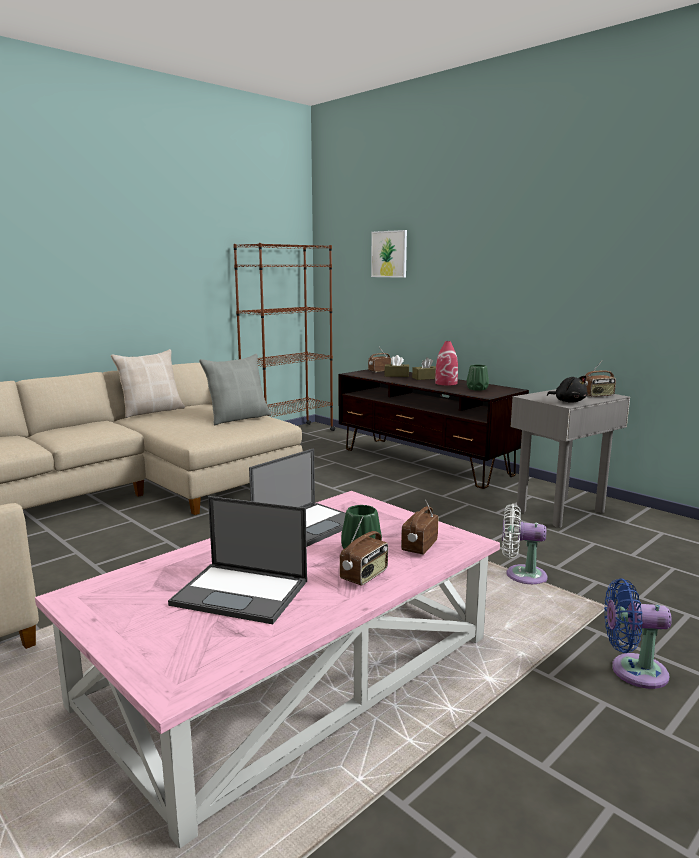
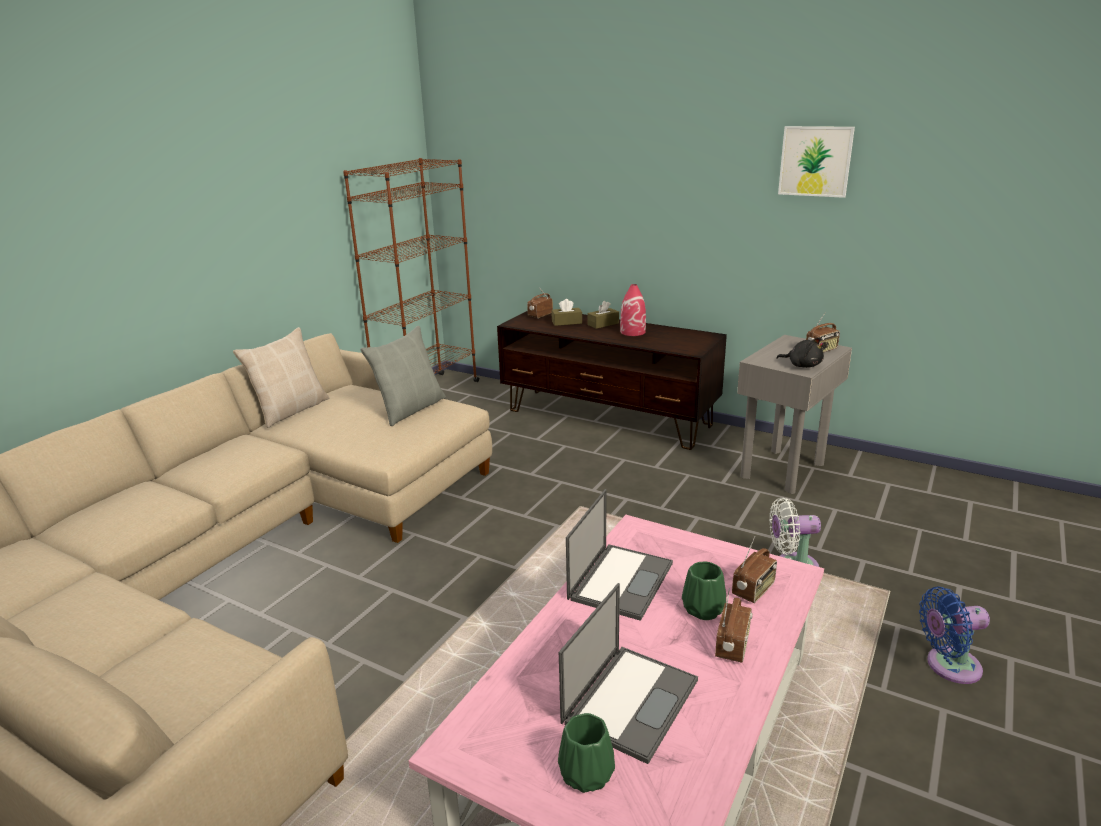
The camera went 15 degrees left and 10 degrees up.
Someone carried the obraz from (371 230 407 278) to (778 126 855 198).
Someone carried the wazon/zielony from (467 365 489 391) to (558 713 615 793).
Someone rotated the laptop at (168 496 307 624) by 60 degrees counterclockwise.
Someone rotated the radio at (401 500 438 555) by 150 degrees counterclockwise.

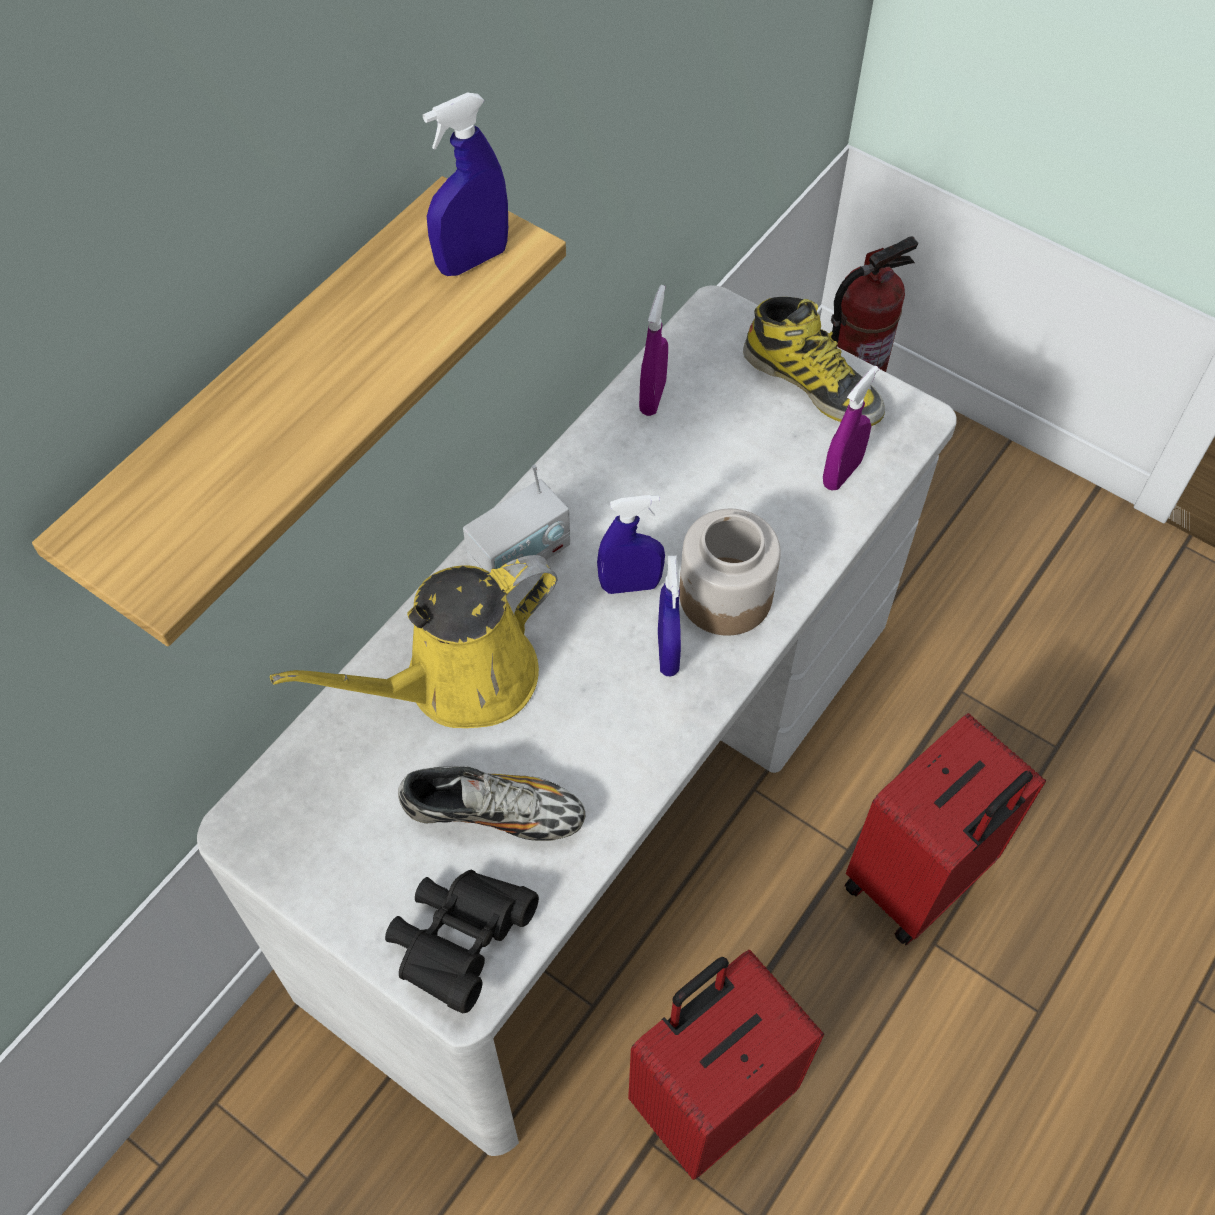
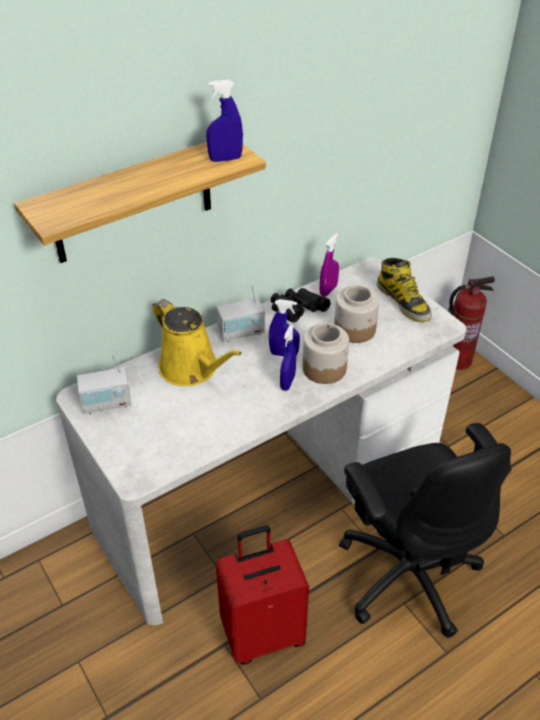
The camera went 20 degrees right and 15 degrees down.
Someone took away the spryskiwacz/fioletowy at (823 366 879 490).
Someone rotated the konewka/żółty at (270 555 557 728) by 120 degrees counterclockwise.
Someone swapped the walizka/czerwony at (844 713 1046 945) for the krzesło biurowe/czarny at (339 423 512 638).
Someone took away the but at (398 766 585 841).
Someone carried the lornetka/czarny from (385 870 539 1013) to (271 288 331 323).
Someone put down the słoik at (334 285 379 343).
Someone put down the radio at (77 354 131 414).

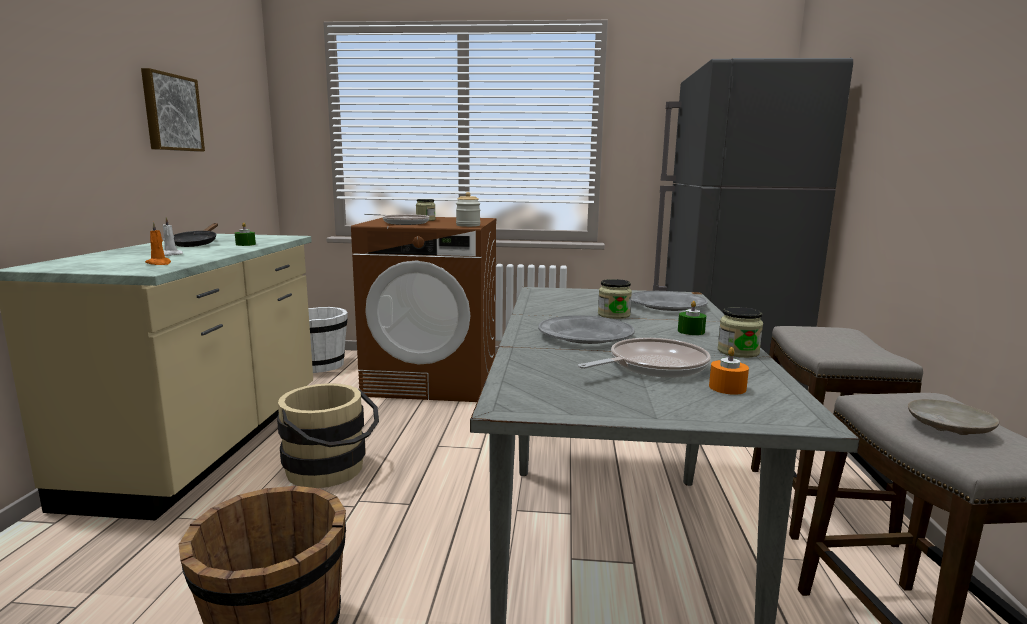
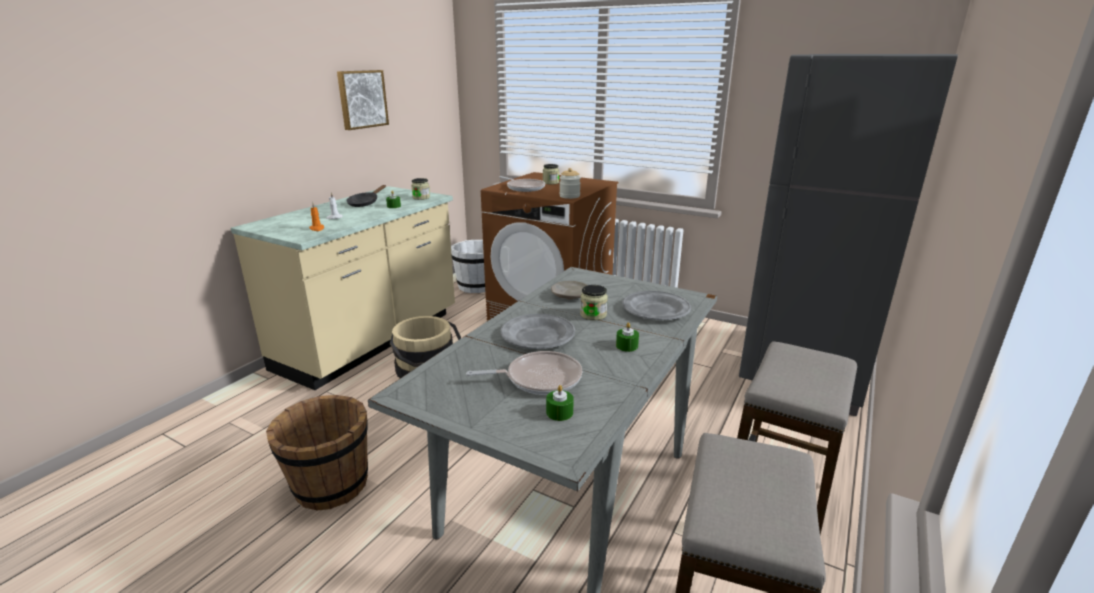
The camera went 25 degrees right and 10 degrees up.
Someone carried the słoik from (717 307 763 358) to (411 178 430 200).
Someone repainted the świeca/pomarańczowy at (709 347 749 395), which became the świeca/zielony at (546 385 574 421).
Someone carried the talerz/beżowy from (908 399 999 435) to (551 281 587 300).

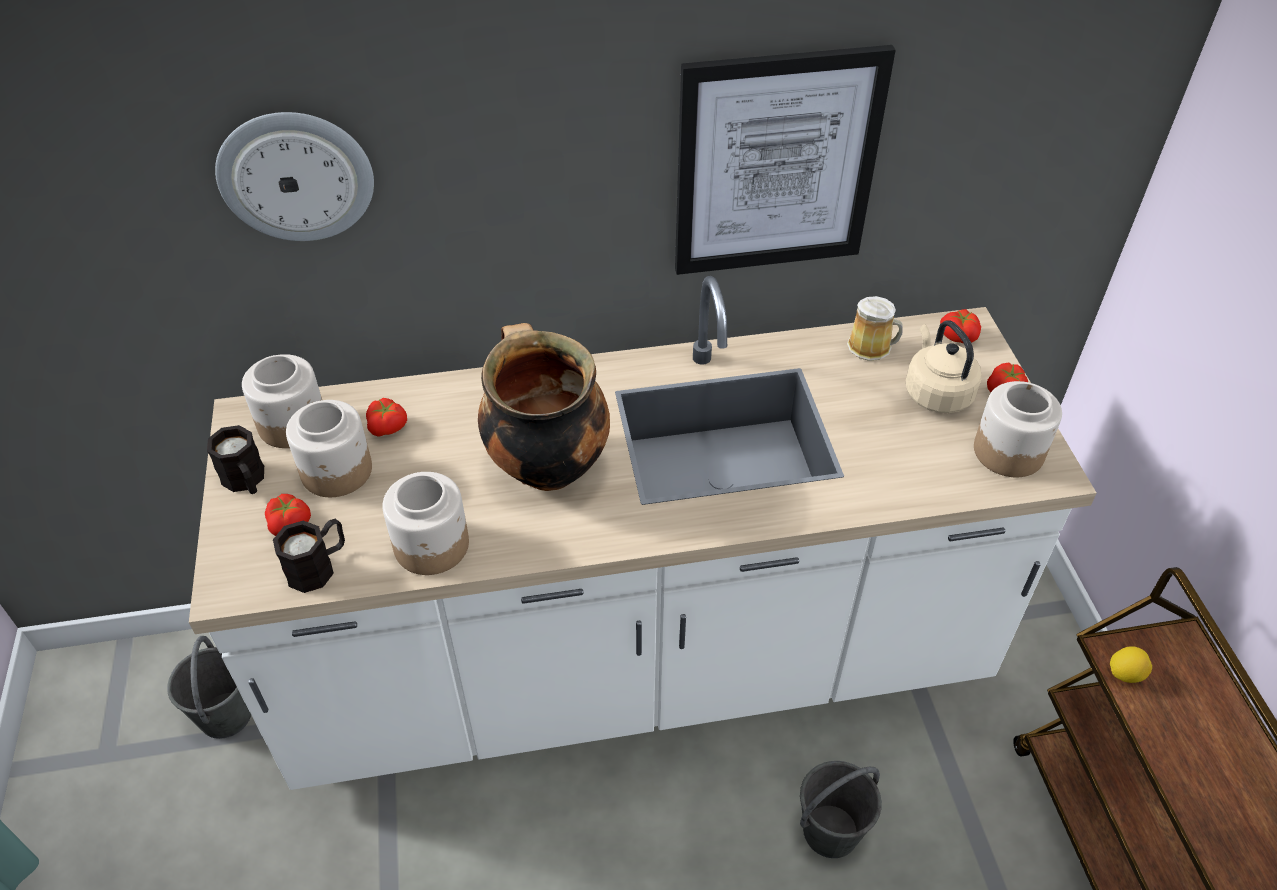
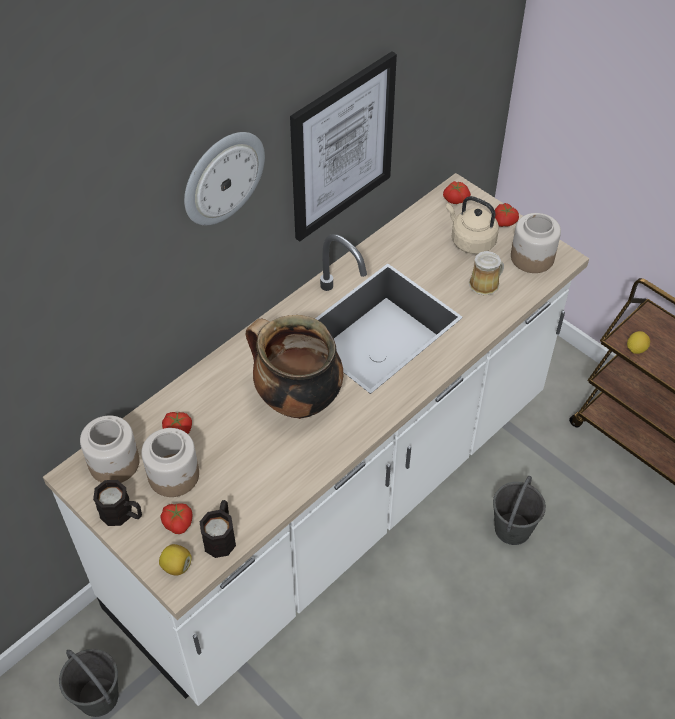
The camera went 35 degrees left and 5 degrees up.
Someone carried the zegar ścienny from (215 112 374 241) to (184 132 265 225).
Someone carried the kubek from (847 296 903 361) to (469 251 504 296).
Someone took away the słoik at (382 472 469 575).
Someone put down the cytryna at (159 544 192 576).

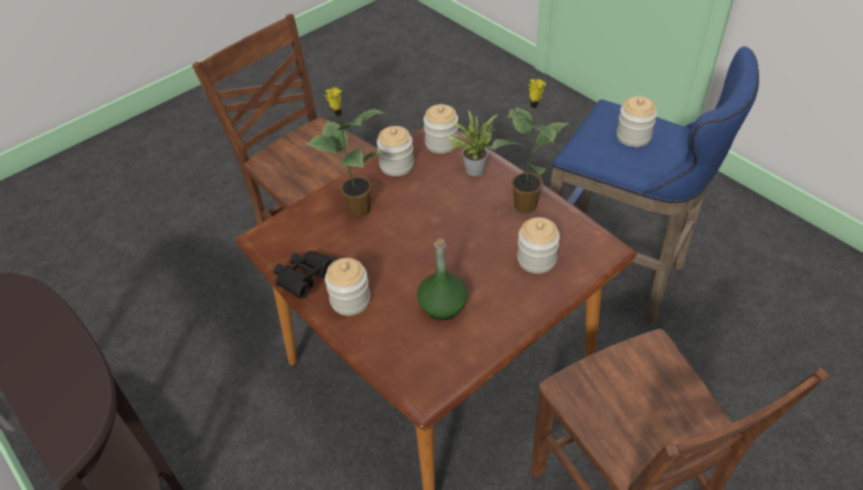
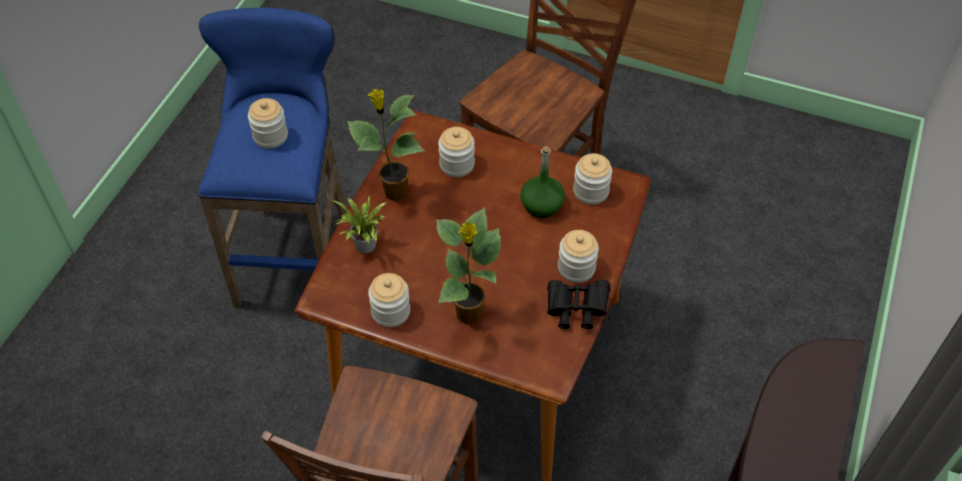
The camera went 120 degrees left and 5 degrees up.
Someone carried the słoik from (423 104 459 154) to (573 153 612 205).

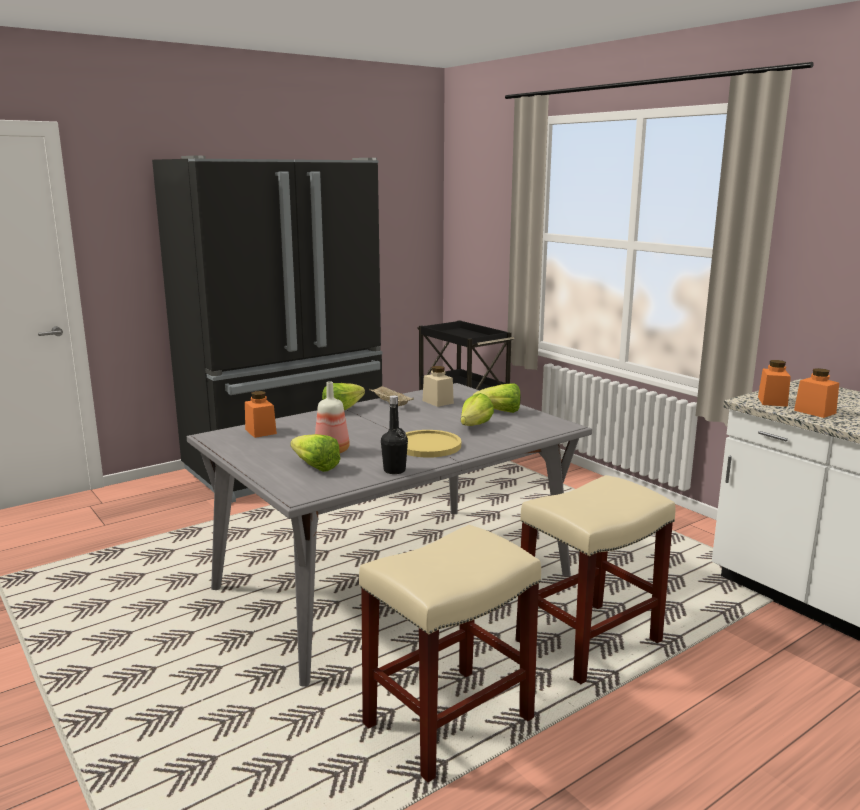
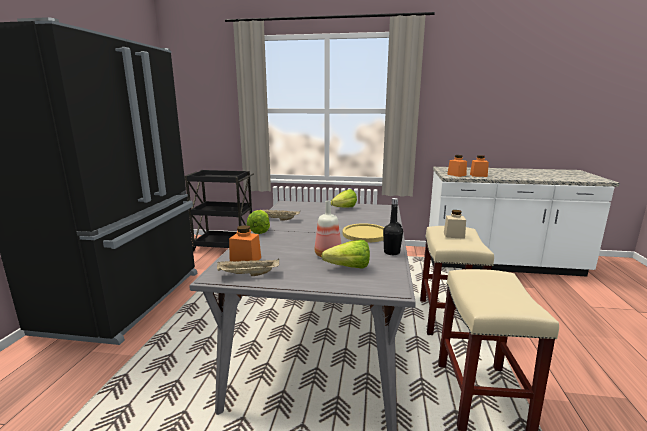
The camera went 45 degrees left and 0 degrees up.
Someone carried the słoik/beżowy from (423 366 454 407) to (444 210 466 239).
Someone took away the sałata at (461 393 494 426).
Someone put down the taca/beżowy at (217 259 279 276).

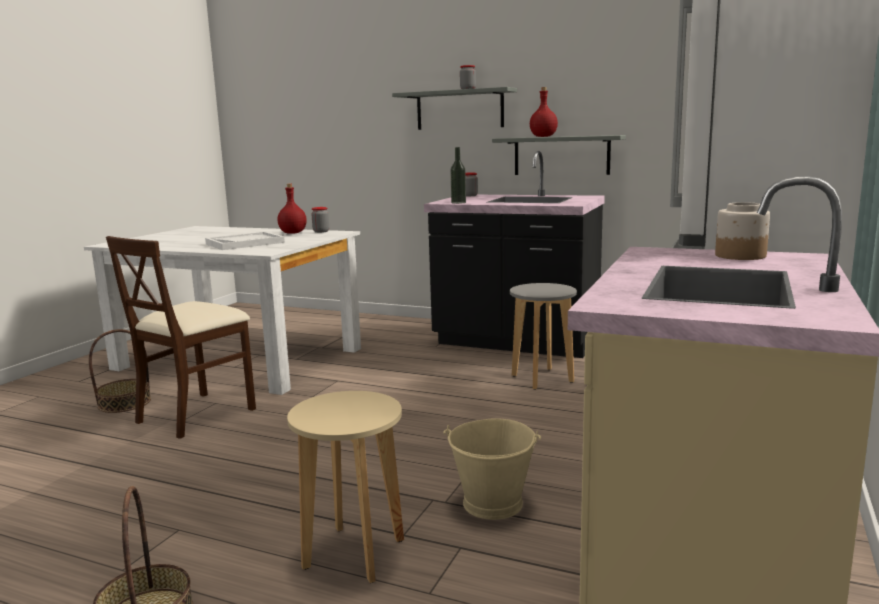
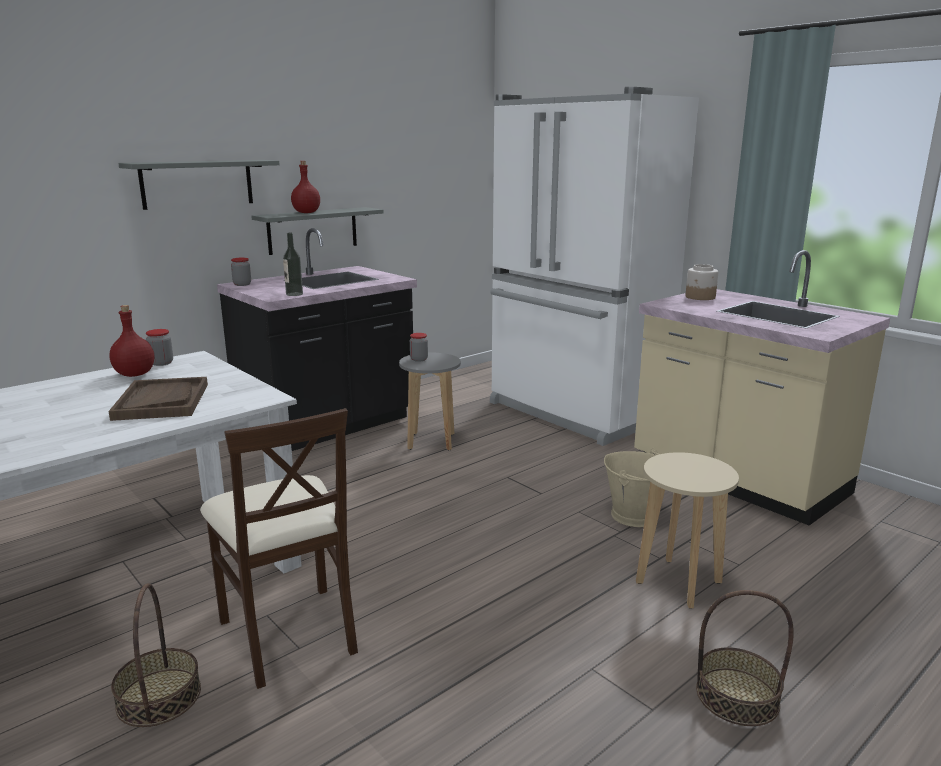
The camera went 65 degrees left and 5 degrees up.
Someone carried the słoik from (460 65 476 89) to (410 333 428 362).
Someone repainted the taca/biały at (205 232 285 250), which became the taca/brązowy at (108 377 208 421).

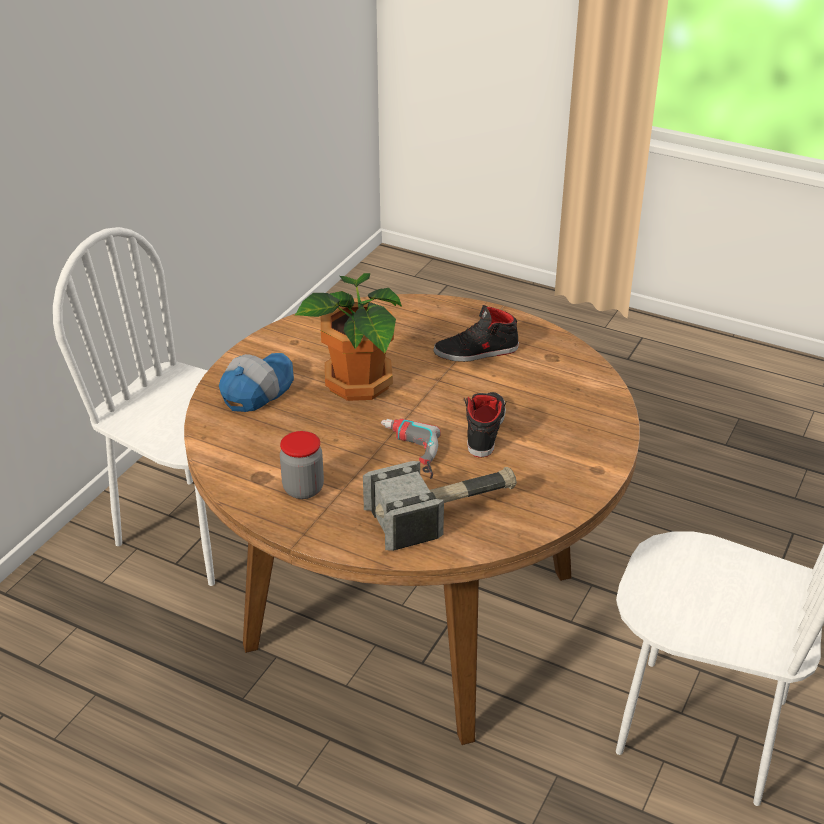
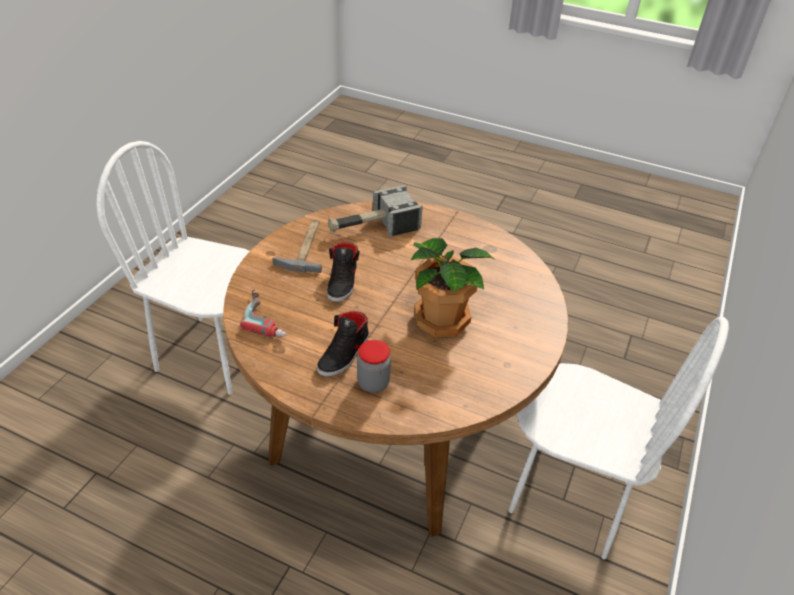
The camera went 175 degrees right and 5 degrees up.
Someone rotated the but/czarny at (433 305 519 362) by 135 degrees clockwise.
Someone took away the czapka z daszkiem at (219 353 294 412).
Someone carried the wiertarka from (381 418 441 479) to (240 289 287 337).
Someone carried the słoik from (280 431 324 499) to (357 340 391 393).
Someone put down the młotek at (273 220 322 273).

